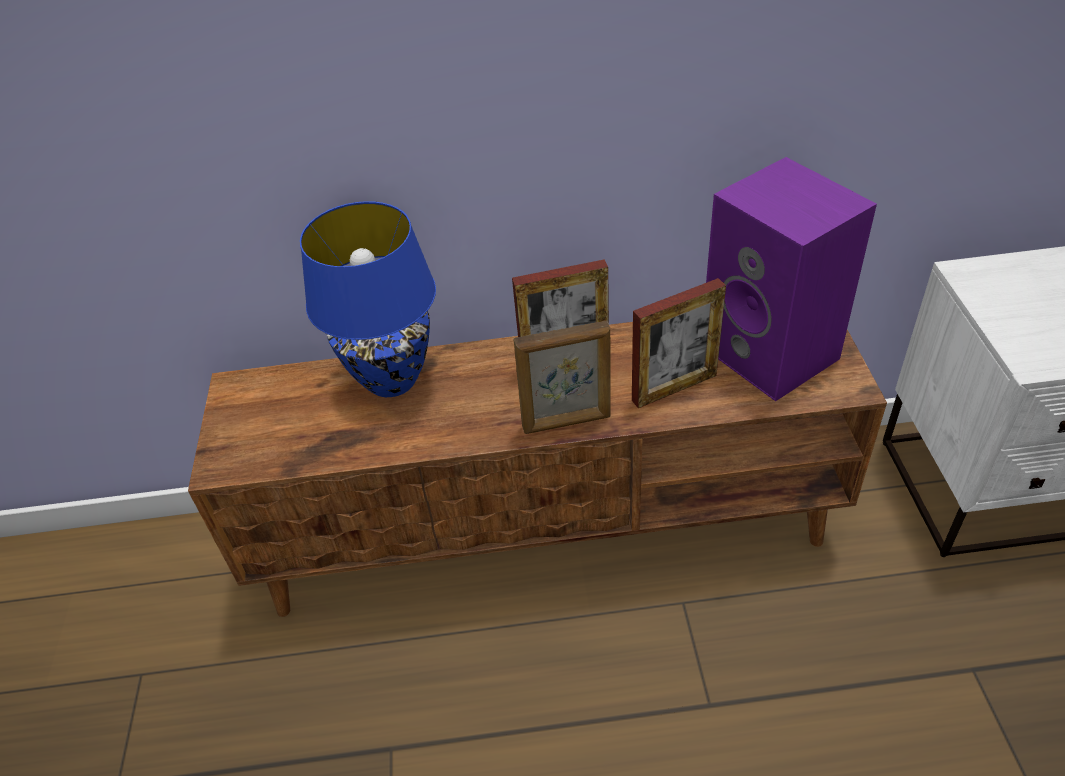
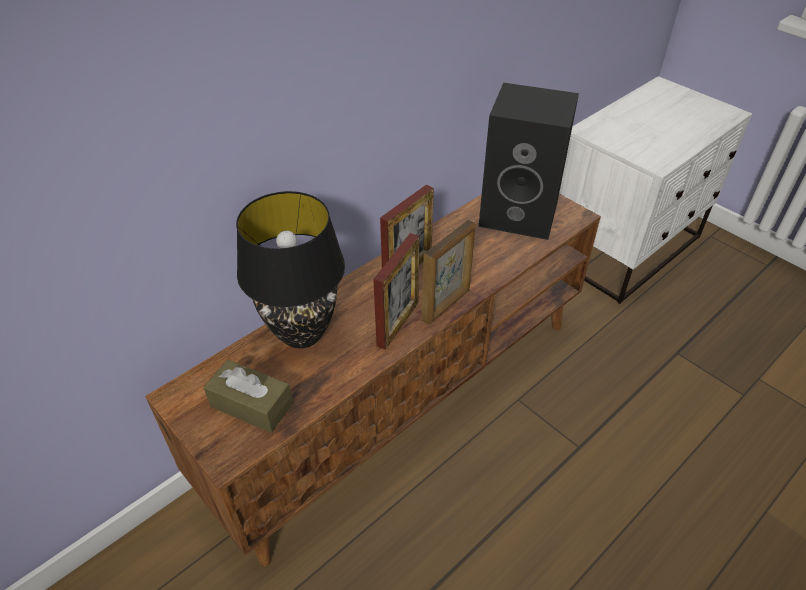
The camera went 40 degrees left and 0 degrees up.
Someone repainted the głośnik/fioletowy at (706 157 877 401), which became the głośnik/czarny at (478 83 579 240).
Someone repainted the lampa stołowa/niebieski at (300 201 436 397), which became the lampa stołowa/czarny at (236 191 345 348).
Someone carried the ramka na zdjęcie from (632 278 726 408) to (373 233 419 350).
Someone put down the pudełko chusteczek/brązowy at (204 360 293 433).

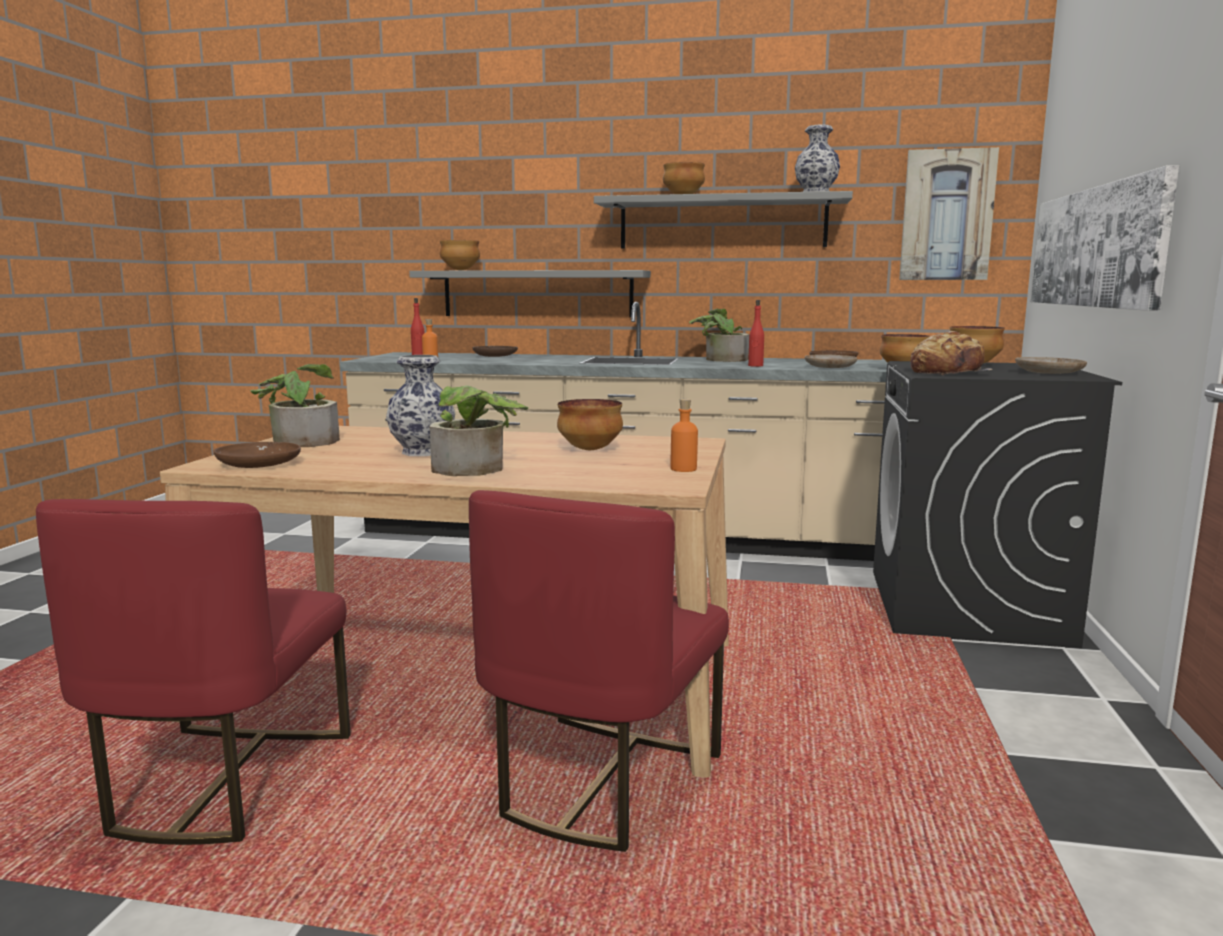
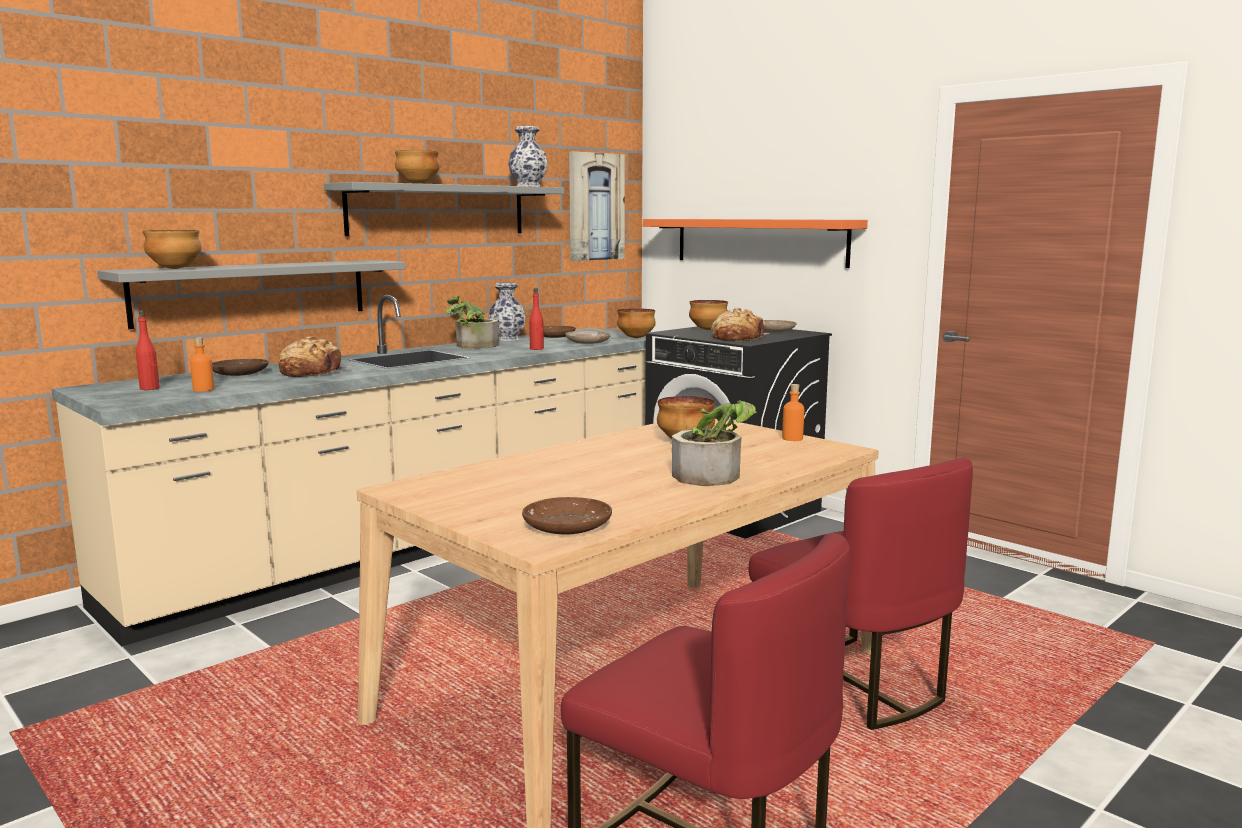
The camera went 55 degrees left and 0 degrees up.
Someone swapped the obraz at (1031 165 1179 311) for the półka/pomarańczowy at (643 219 868 268).
Someone carried the wazon from (386 355 455 456) to (488 282 526 341).
Someone took away the roślina doniczkowa at (250 364 340 447).
Someone put down the chleb at (279 336 352 377).

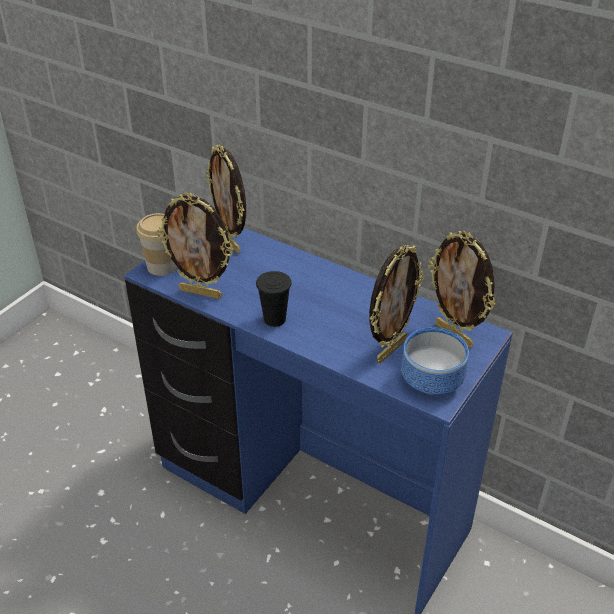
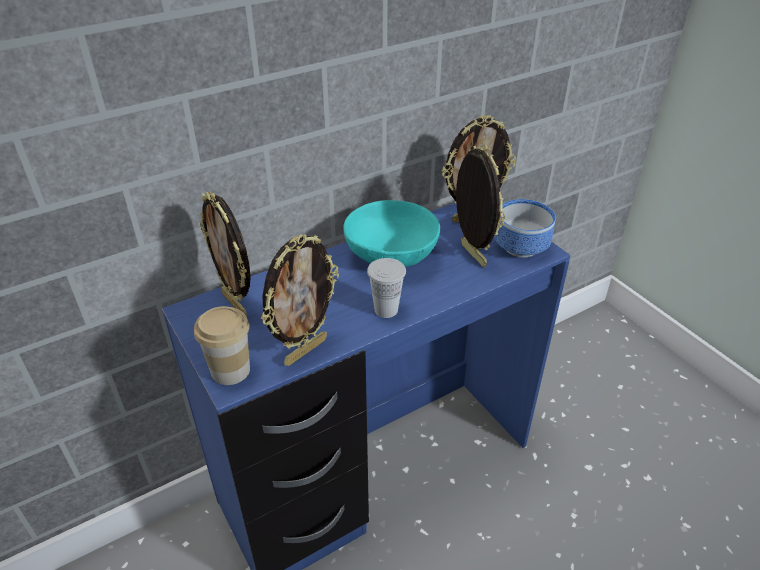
The camera went 65 degrees left and 0 degrees up.
Someone rotated the ramka na zdjęcie at (206 145 246 254) by 60 degrees clockwise.
Someone repainted the filiżanka/czarny at (256 271 292 327), which became the filiżanka/biały at (367 258 406 318).
Someone put down the miska/turkusowy at (343 200 440 267).

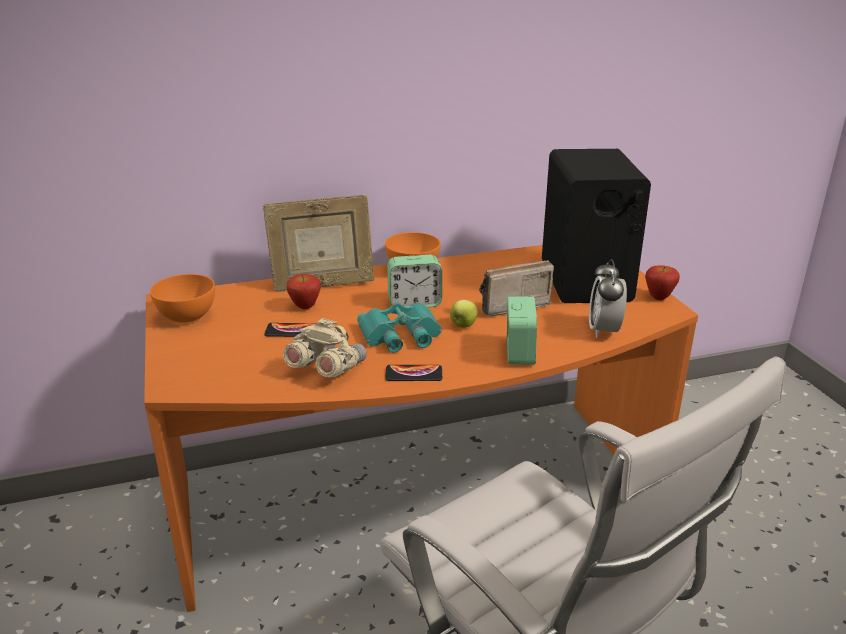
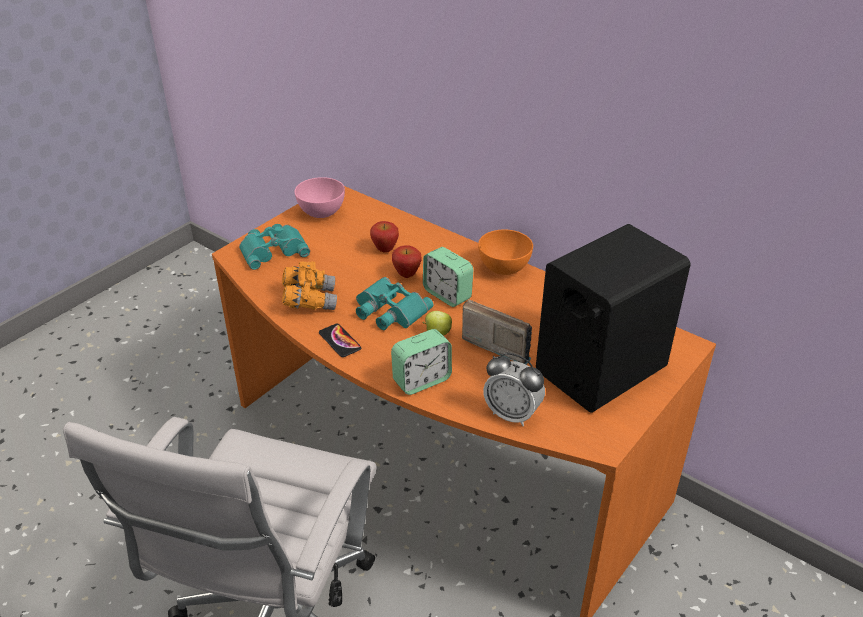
The camera went 55 degrees right and 10 degrees up.
Someone took away the ramka na zdjęcie at (263 195 374 292).
Someone rotated the budzik at (589 259 627 338) by 120 degrees counterclockwise.
Someone carried the jabłko from (645 266 680 300) to (392 245 422 278).
Someone repainted the miska/pomarańczowy at (150 274 215 323), which became the miska/różowy at (295 177 345 218).
Someone repainted the lornetka/beżowy at (283 318 367 377), which became the lornetka/pomarańczowy at (282 262 337 310).
Someone took away the telefon at (264 323 317 337).
Someone put down the lornetka/turkusowy at (239 224 310 270).

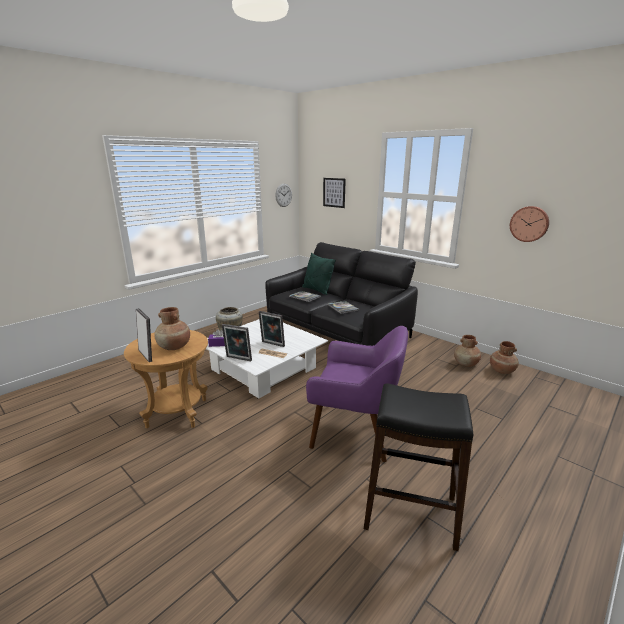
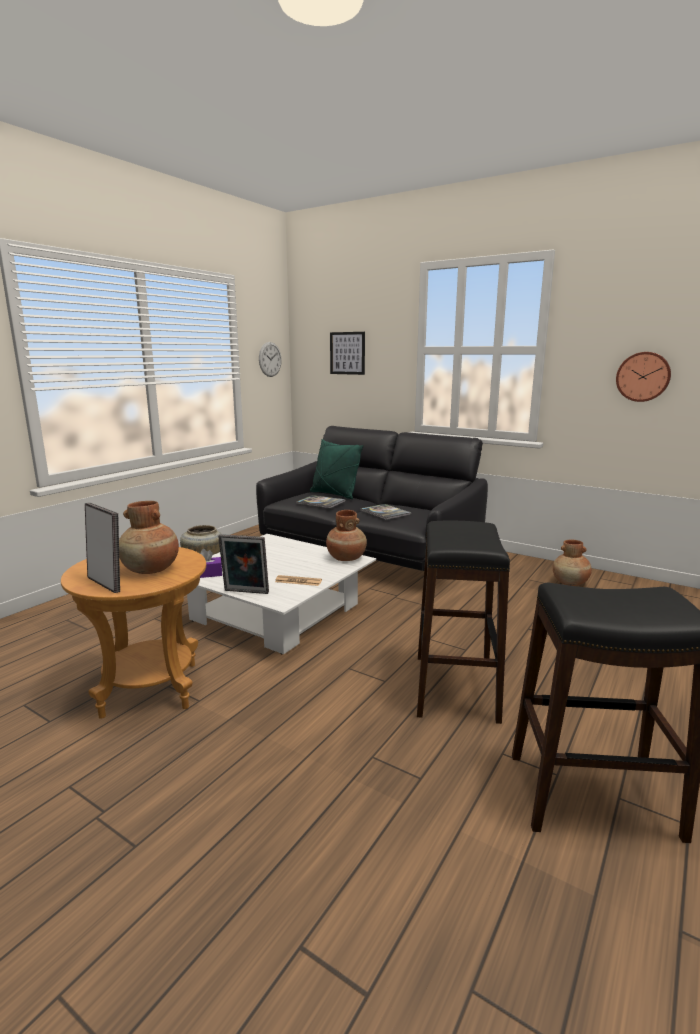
The camera went 10 degrees left and 5 degrees down.
Someone took away the ramka na zdjęcie at (259 311 285 347).
Someone swapped the fotel/fioletowy at (306 326 408 462) for the stołek/czarny at (417 521 510 724).
Someone carried the wazon/brązowy from (490 341 519 374) to (326 510 367 561).

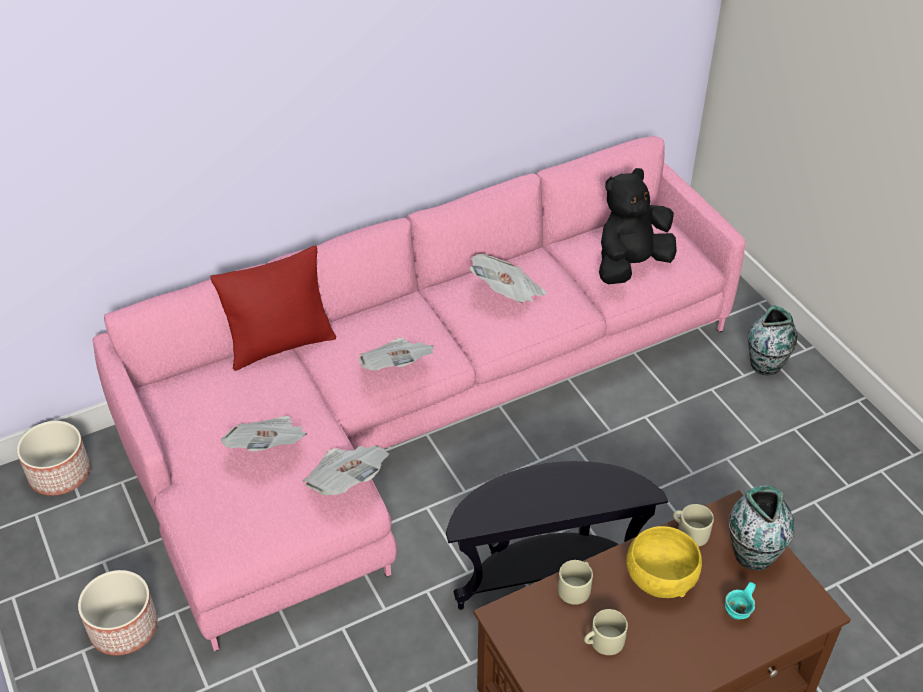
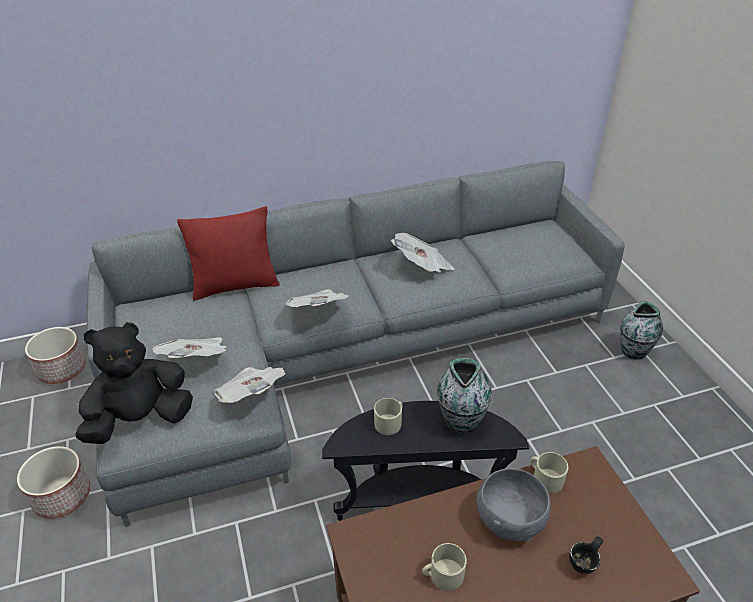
The camera went 10 degrees right and 5 degrees down.
Someone repainted the kanapa/różowy at (93 136 746 651), which became the kanapa/szary at (87 161 625 527).
Someone carried the pluszak/czarny from (599 168 677 284) to (75 322 193 444).
Someone carried the wazon from (728 485 794 570) to (436 358 492 434).
Someone repainted the miska/żółty at (626 526 702 598), which became the miska/szary at (477 468 551 542).
Someone carried the kubek/beżowy from (558 560 593 605) to (374 398 403 435).
Someone repainted the kubek/turkusowy at (725 582 756 620), which became the kubek/czarny at (569 536 603 574).

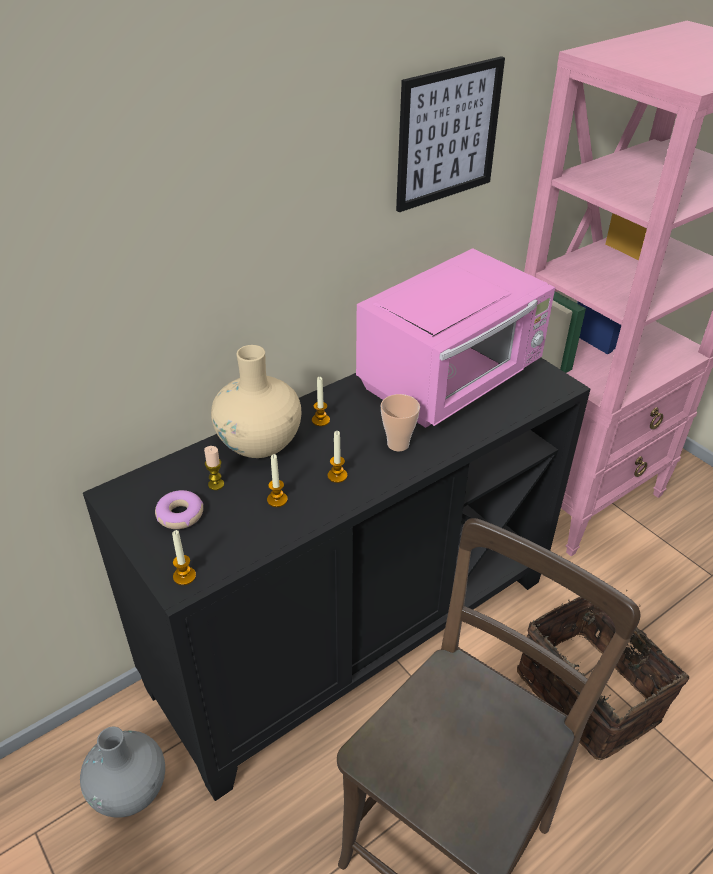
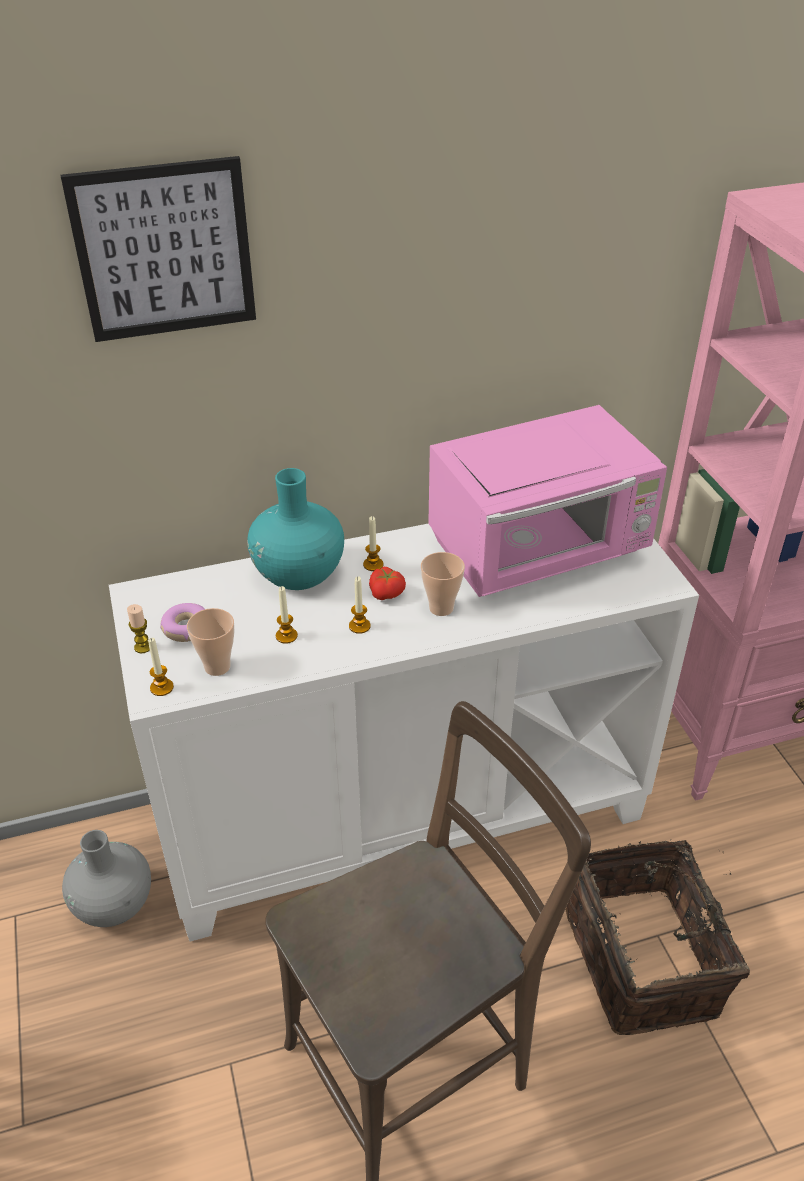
The camera went 20 degrees right and 0 degrees up.
Someone carried the obraz from (396 56 505 212) to (60 156 256 342).
Someone repainted the wazon/beżowy at (211 345 301 458), which became the wazon/turkusowy at (247 468 344 590).
Someone repainted the szafka/czarny at (83 358 590 801), which became the szafka/biały at (109 524 699 942).
Someone carried the świeca from (204 446 224 490) to (127 604 150 653).
Someone put down the pomidor at (369 567 406 600).
Someone put down the filiżanka at (187 608 234 676).

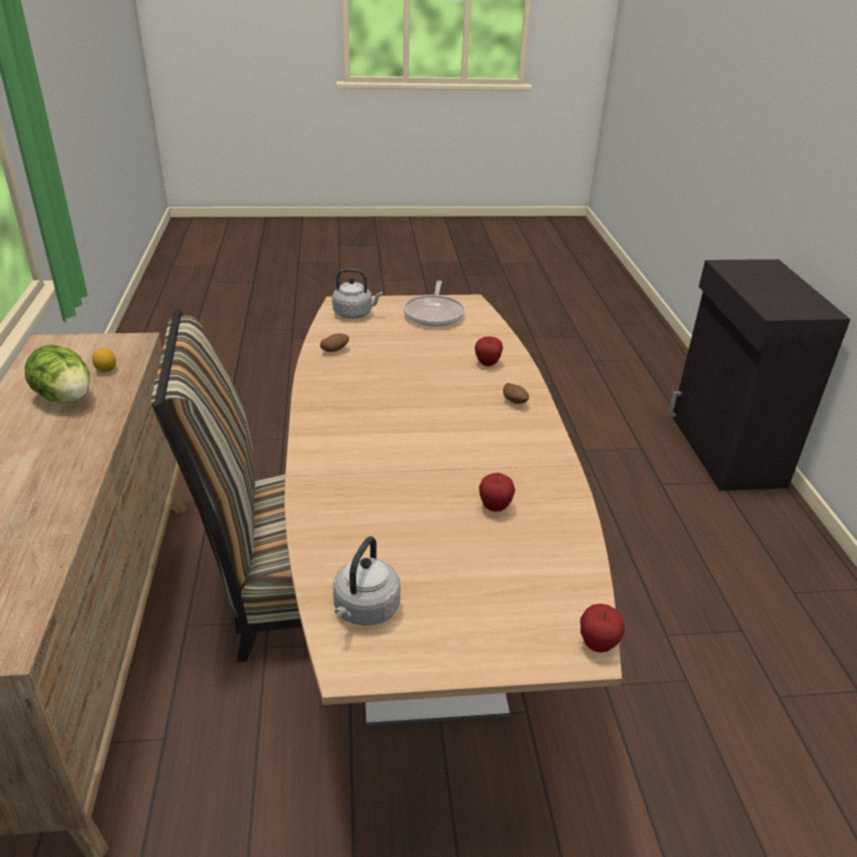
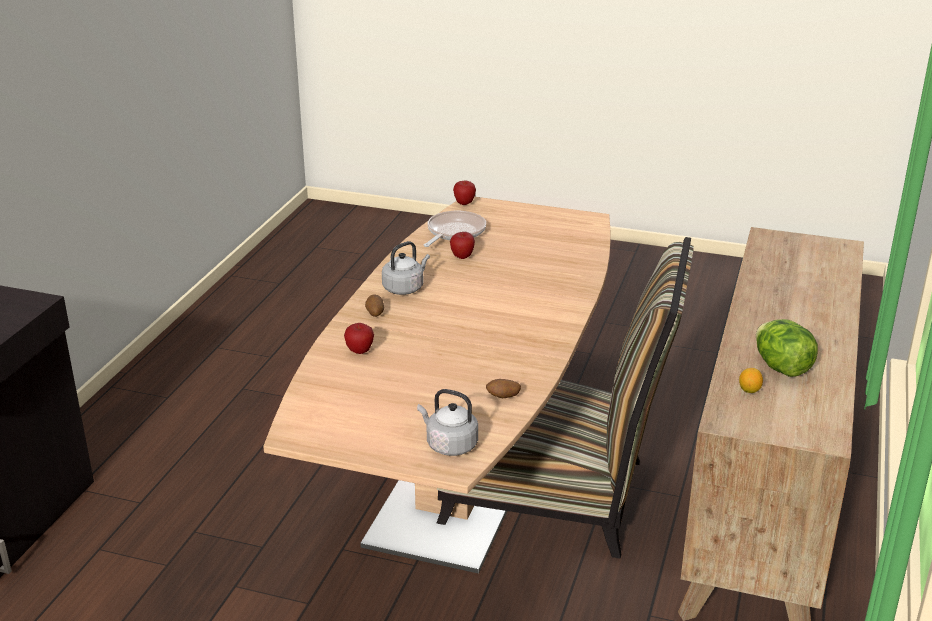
The camera went 155 degrees left and 5 degrees down.
Someone carried the patelnia from (404 280 465 327) to (423 211 486 247).
Someone carried the czajnik/szary from (333 536 400 626) to (382 241 430 295).

